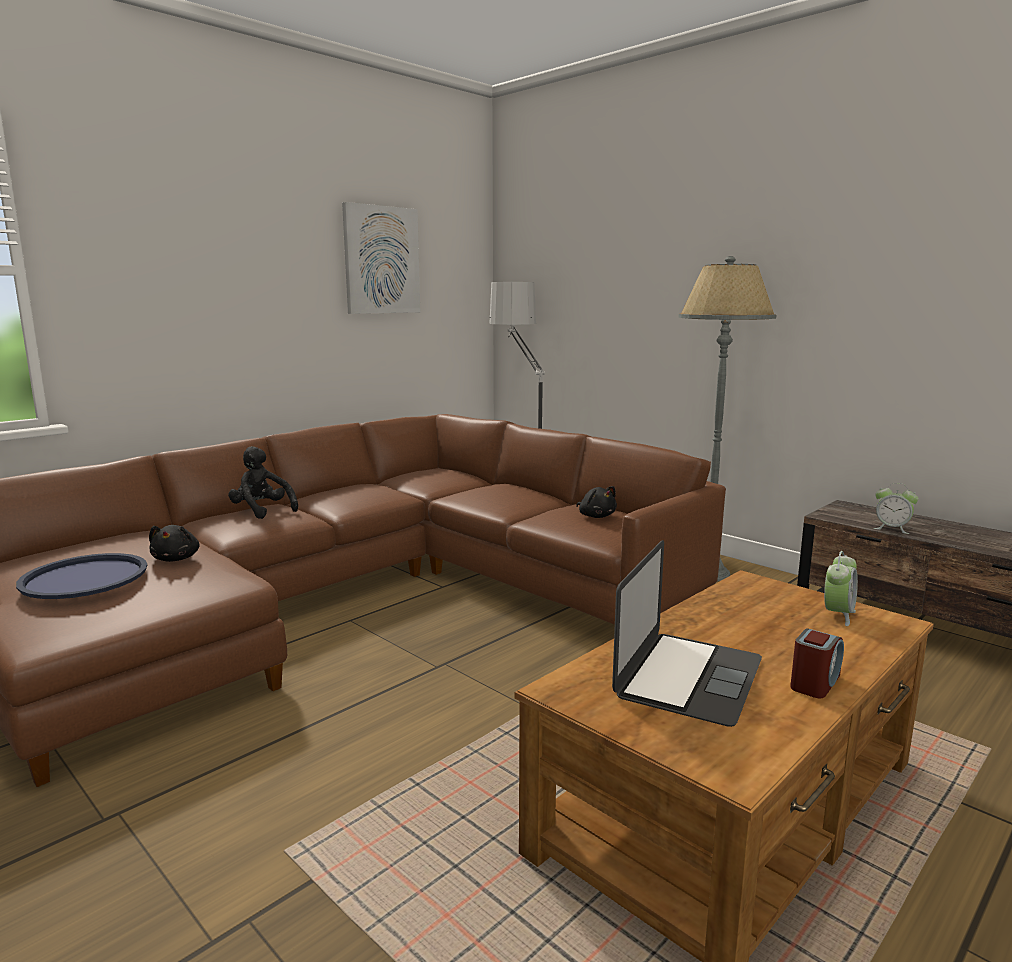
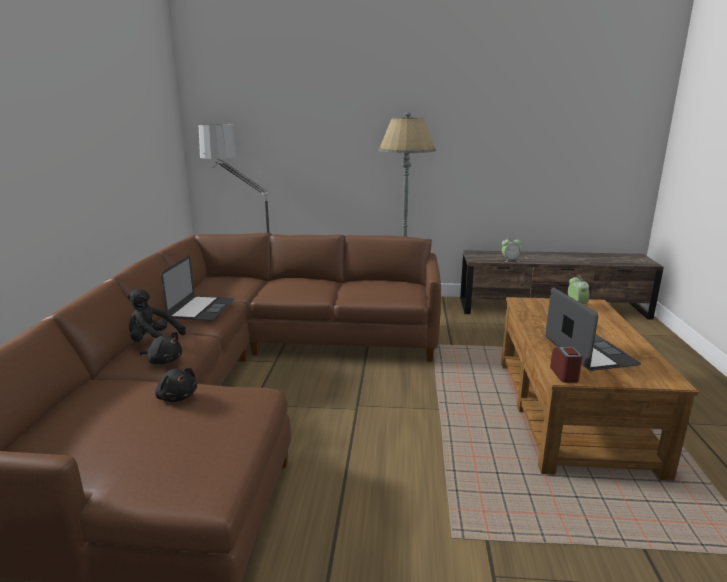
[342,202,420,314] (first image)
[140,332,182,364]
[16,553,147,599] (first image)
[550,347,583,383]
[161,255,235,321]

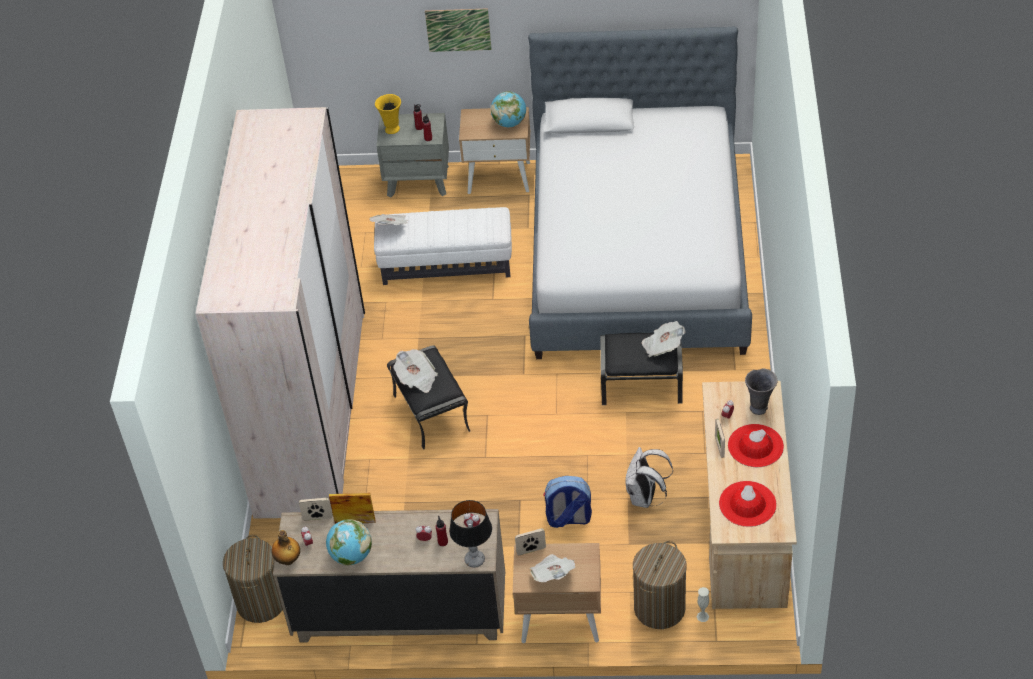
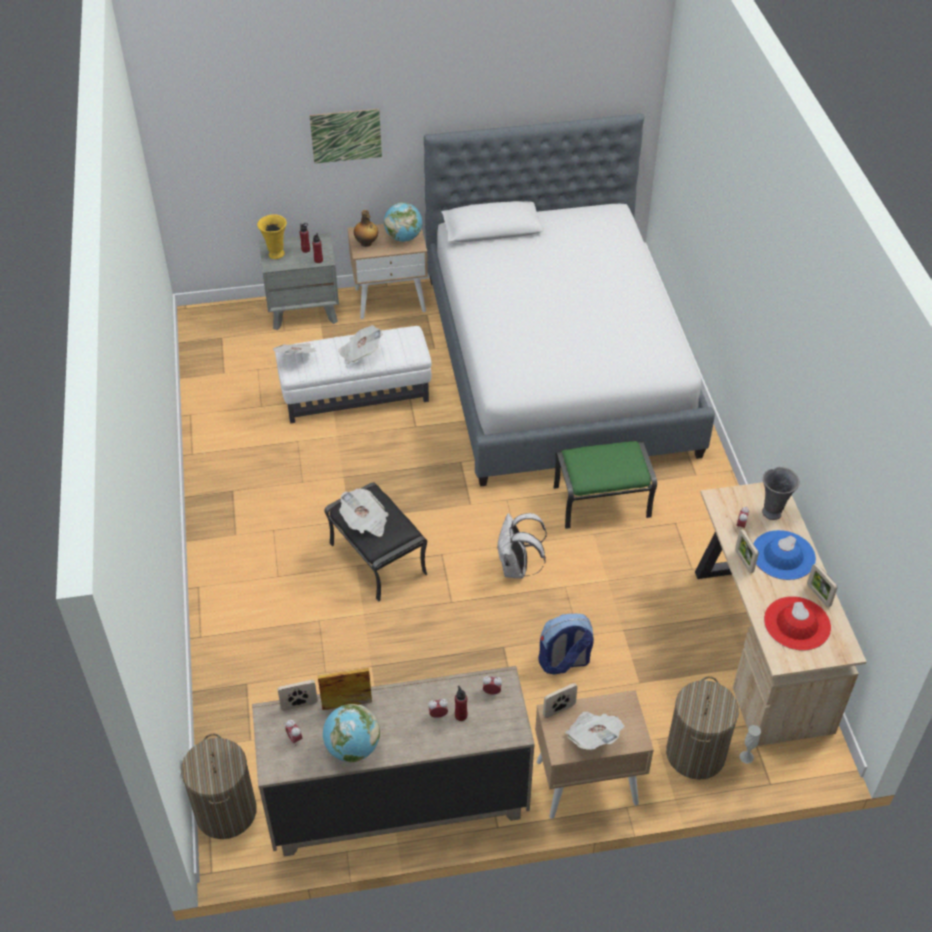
[195,107,365,519] (first image)
[338,325,383,364]
[553,441,657,529]
[753,530,816,580]
[496,513,547,579]
[449,500,492,568] (first image)
[354,210,378,247]
[807,563,838,607]

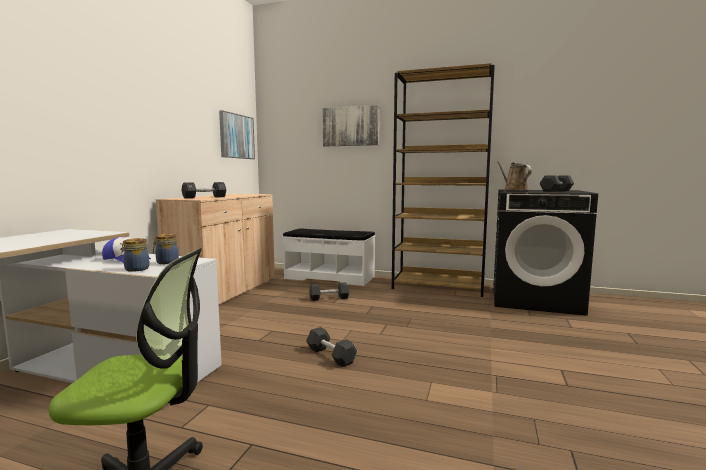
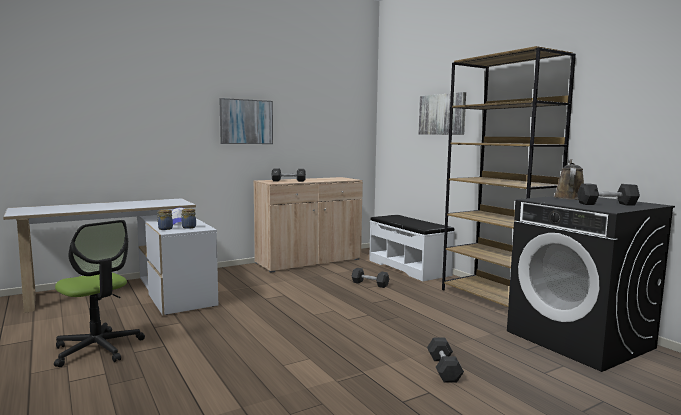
[219,98,273,144]
[427,338,464,383]

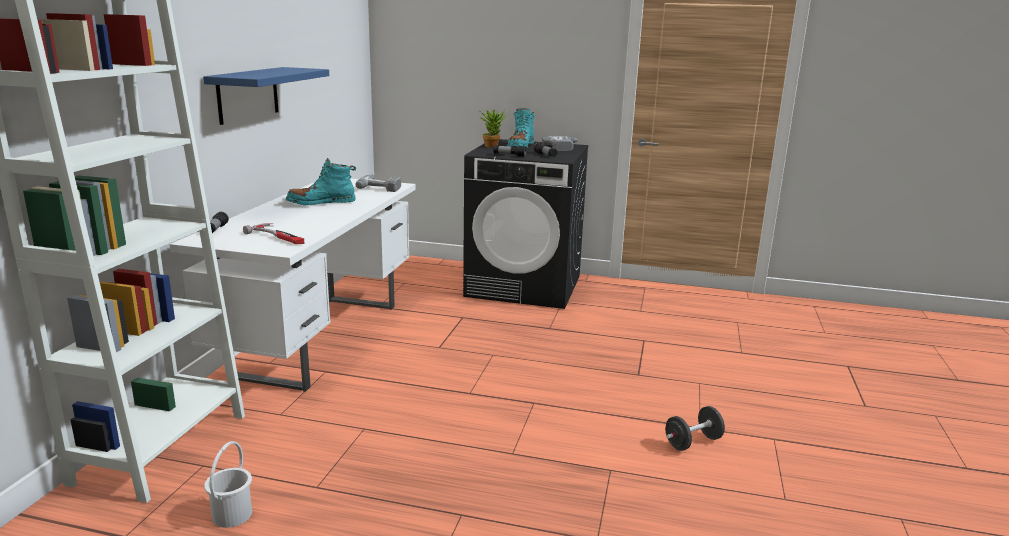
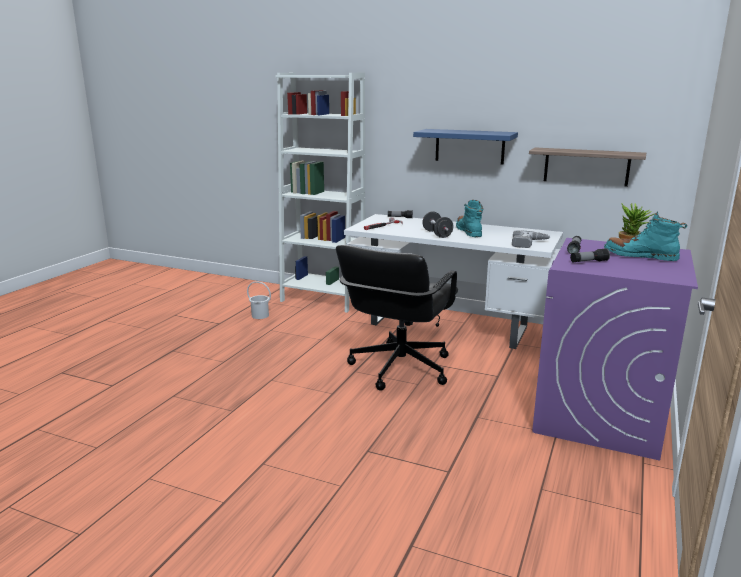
[542,136,578,151] (first image)
[532,238,698,461]
[422,211,454,238]
[529,147,646,187]
[336,245,458,391]

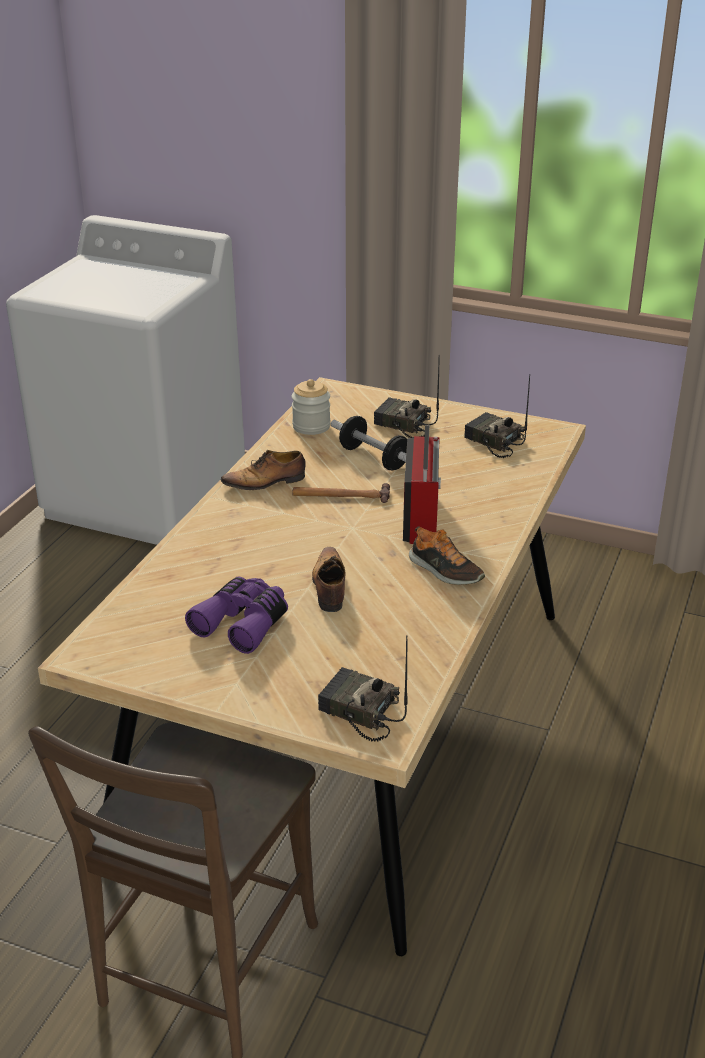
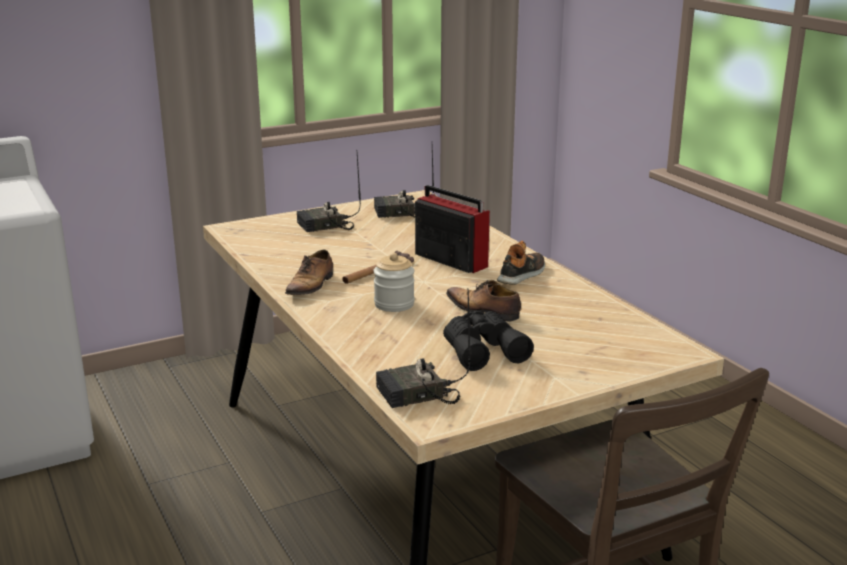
[373,253,415,312]
[331,416,407,471] (first image)
[497,240,545,285]
[443,311,534,371]
[376,288,471,408]

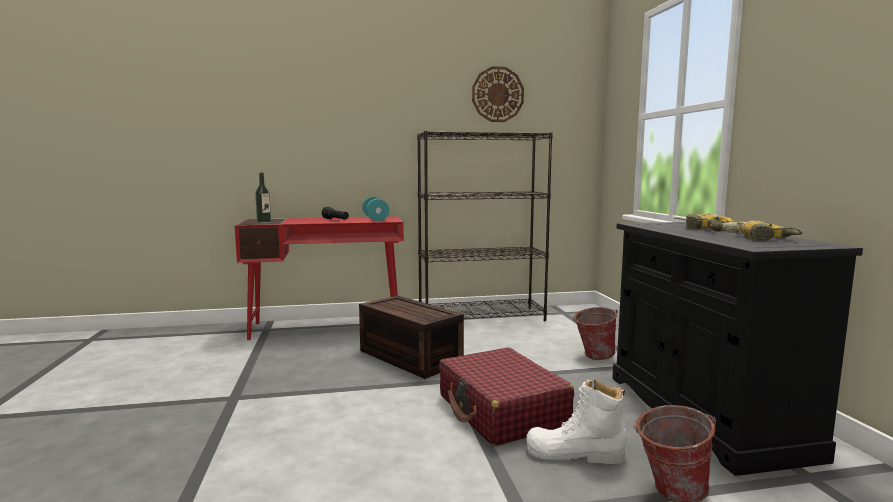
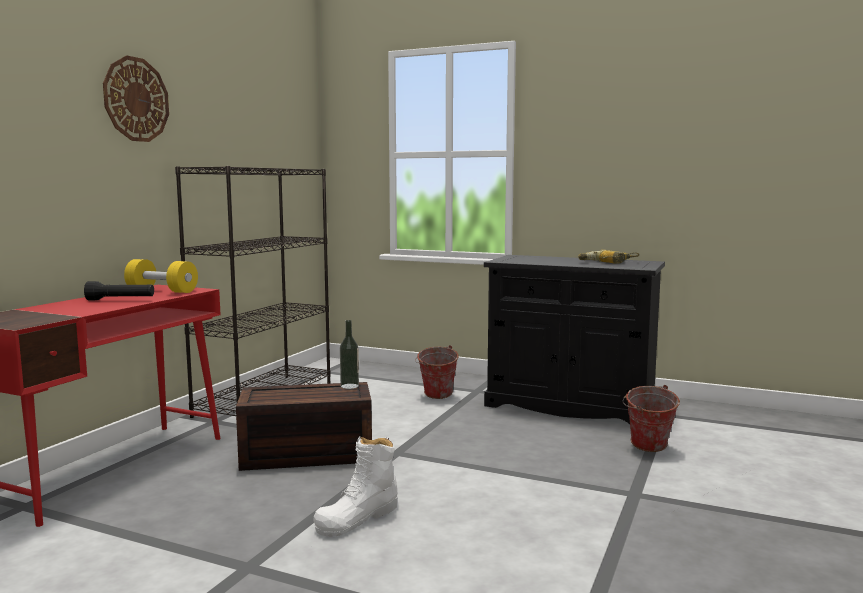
[103,55,169,142]
[340,320,359,389]
[124,259,198,293]
[674,213,735,229] (first image)
[439,347,574,446] (first image)
[313,437,397,537]

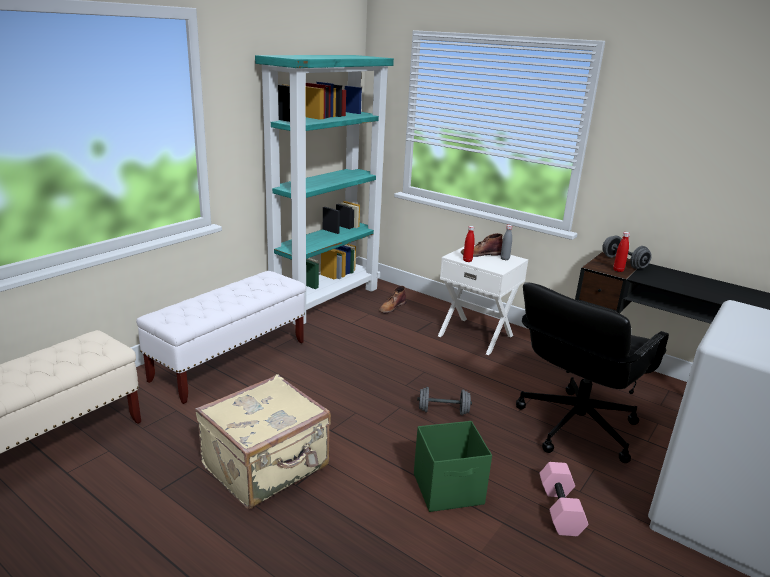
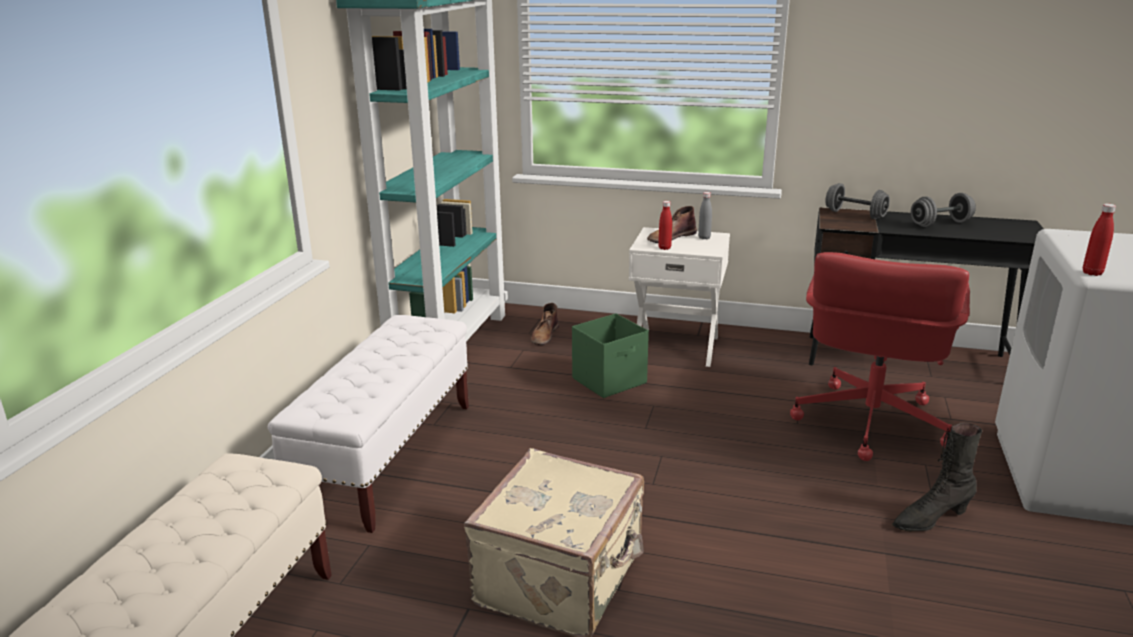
[1083,204,1116,276]
[790,252,970,461]
[911,193,976,227]
[572,313,649,398]
[892,423,982,531]

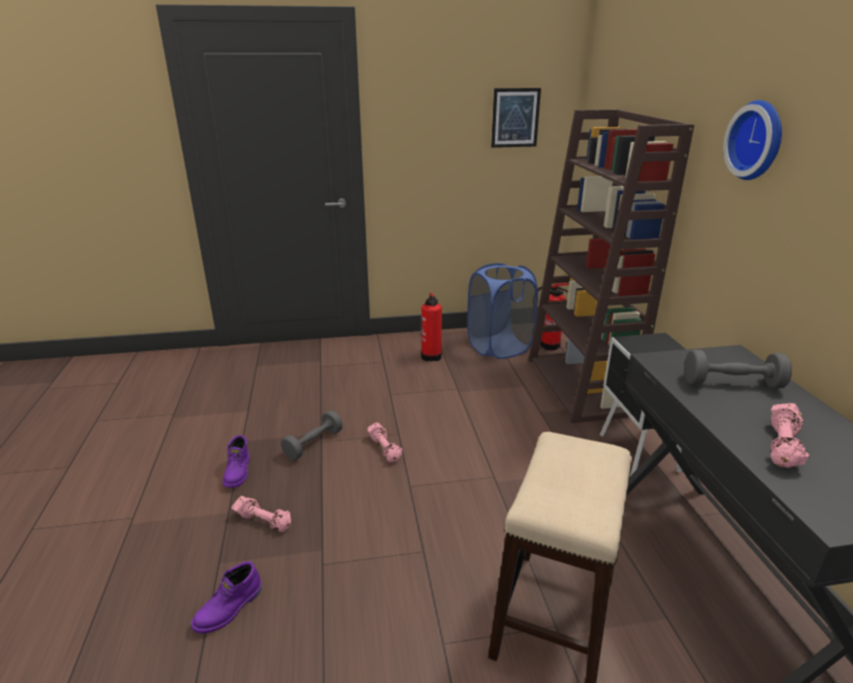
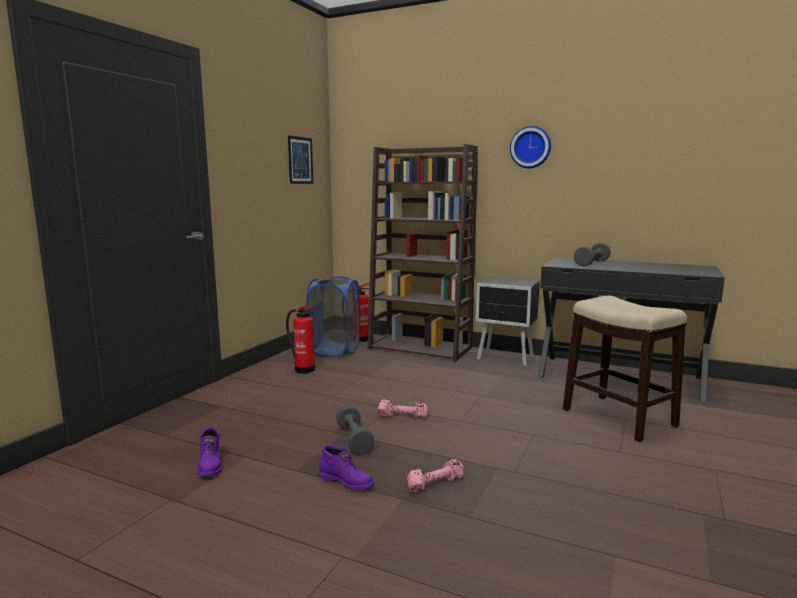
[770,403,809,468] (first image)
[197,427,222,476]

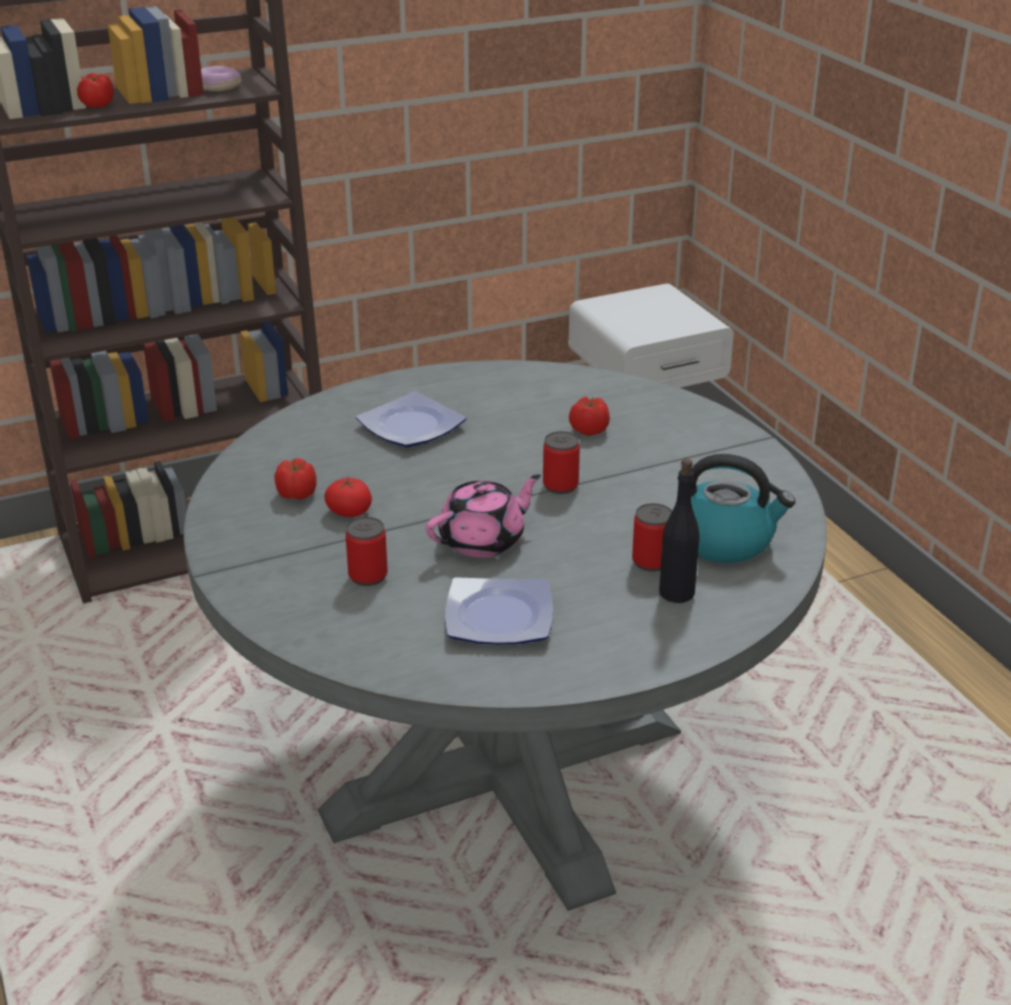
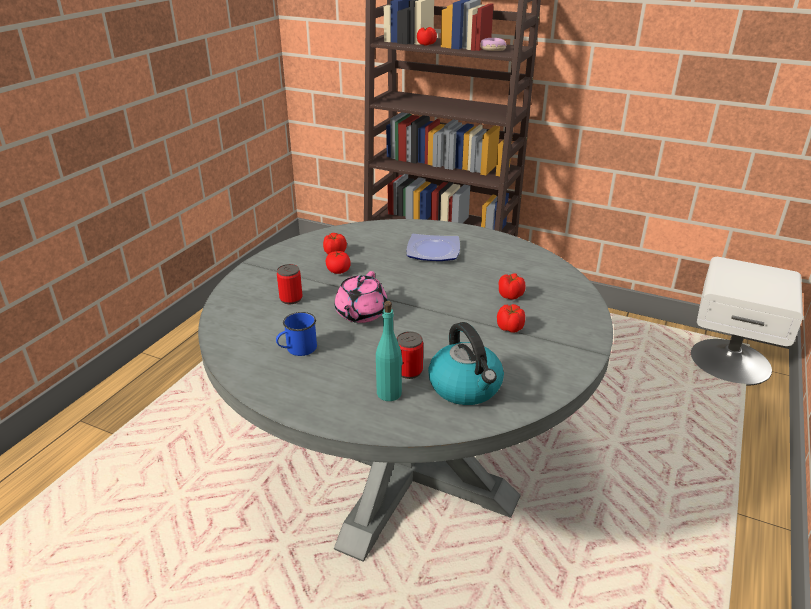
[543,431,580,494] (first image)
[376,301,403,401]
[335,271,388,323]
[276,312,317,356]
[497,304,525,333]

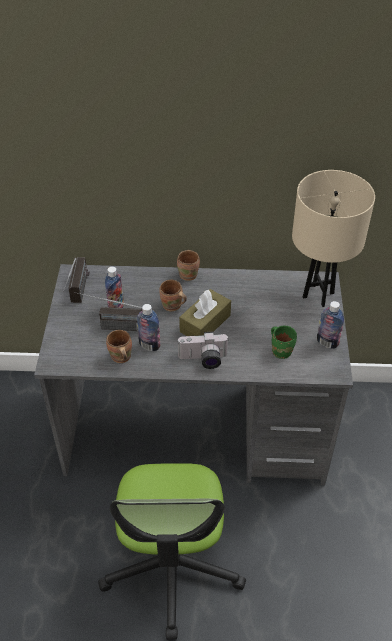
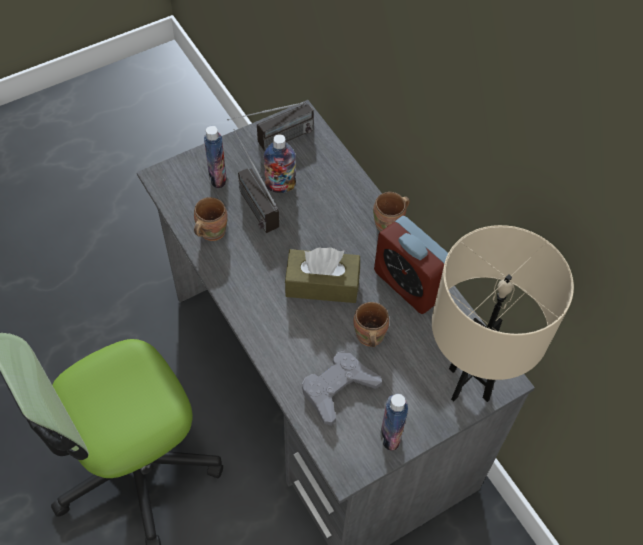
[353,302,389,347]
[204,126,226,188]
[302,351,382,426]
[177,332,229,369] (first image)
[374,216,448,314]

